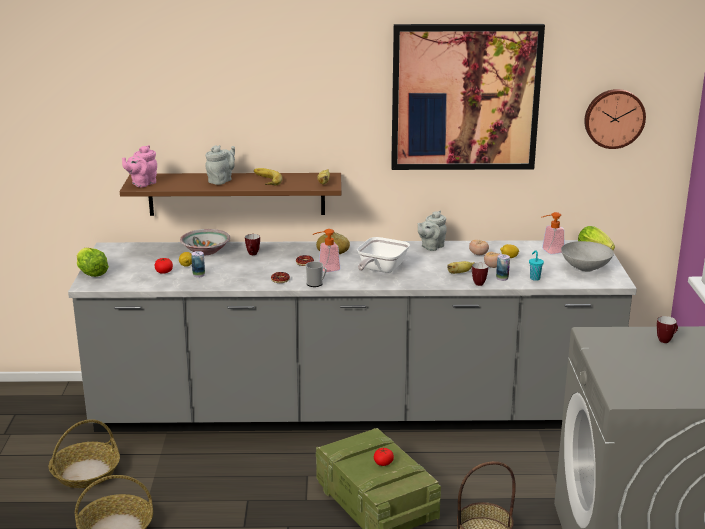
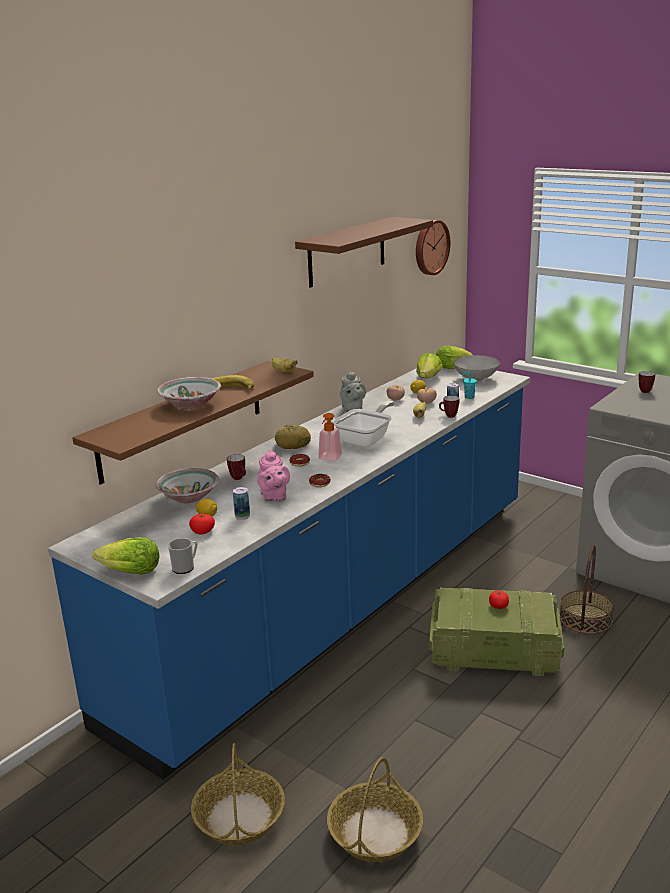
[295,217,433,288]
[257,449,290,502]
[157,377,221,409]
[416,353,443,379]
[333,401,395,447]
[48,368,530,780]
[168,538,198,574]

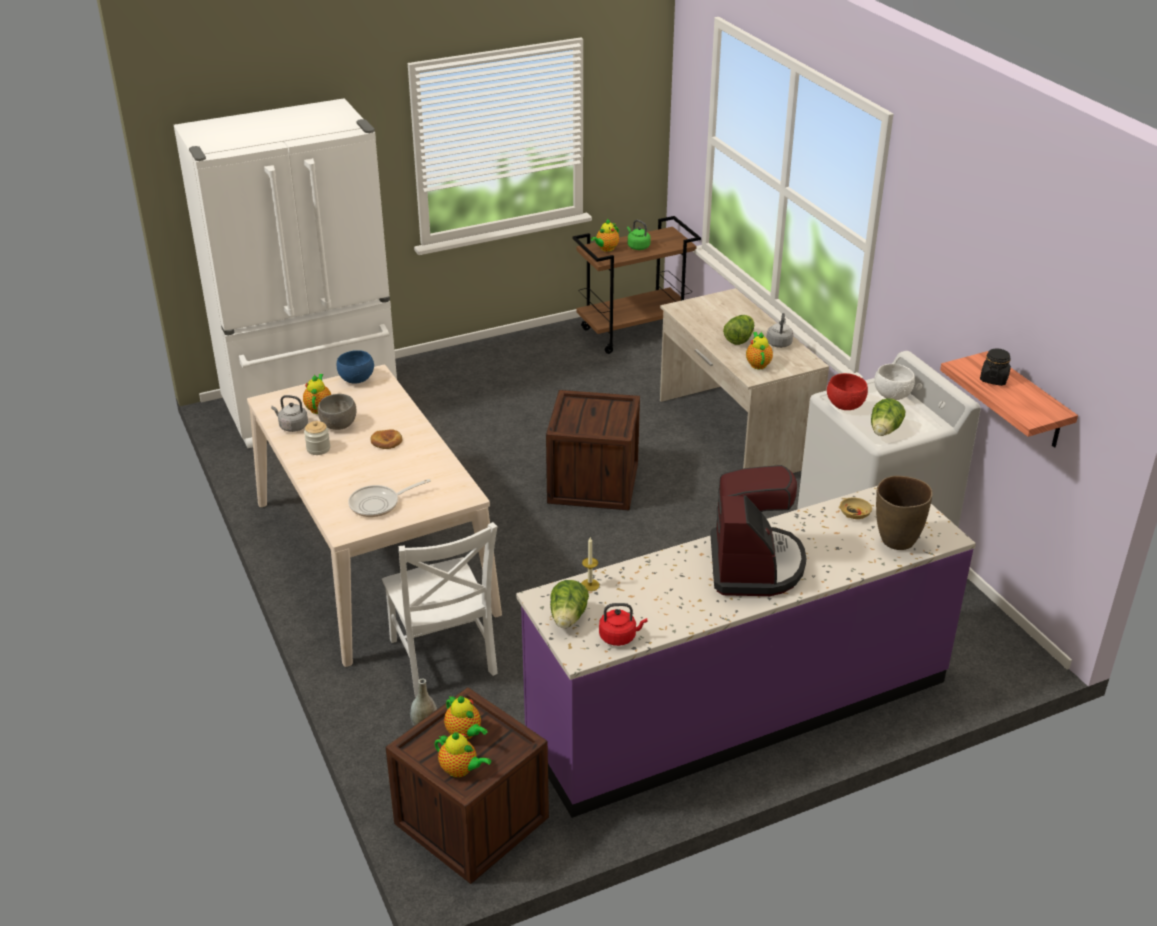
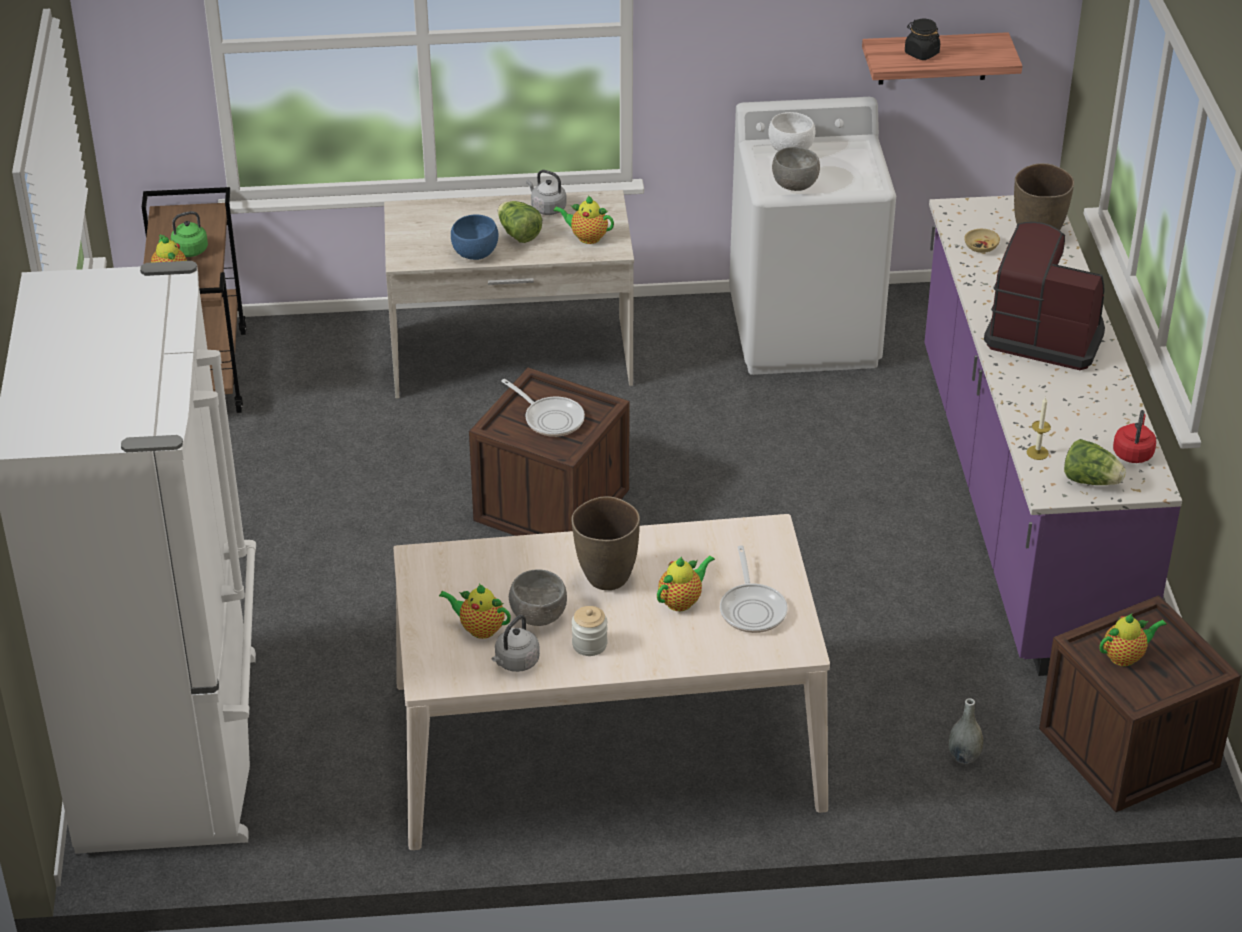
[451,215,499,260]
[772,147,820,191]
[871,398,905,436] (first image)
[571,496,640,590]
[382,522,498,698] (first image)
[657,556,715,611]
[501,379,585,437]

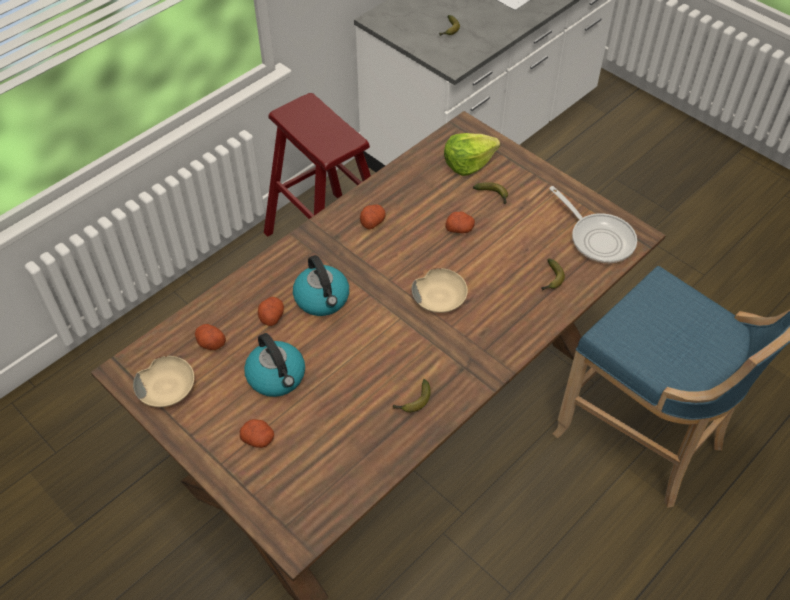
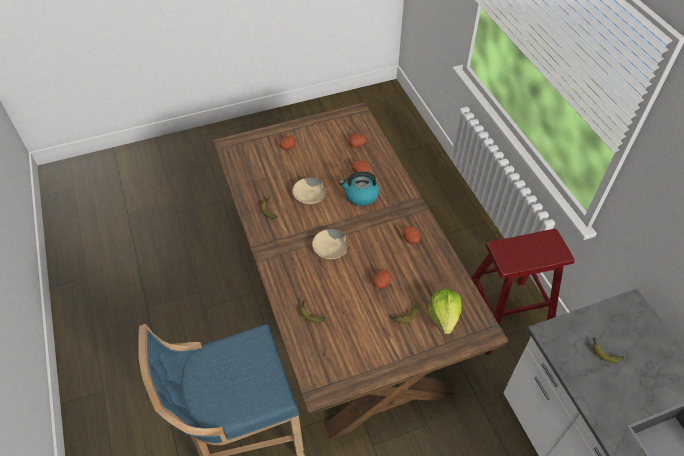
[549,186,637,263] (first image)
[244,333,305,397] (first image)
[293,178,327,204]

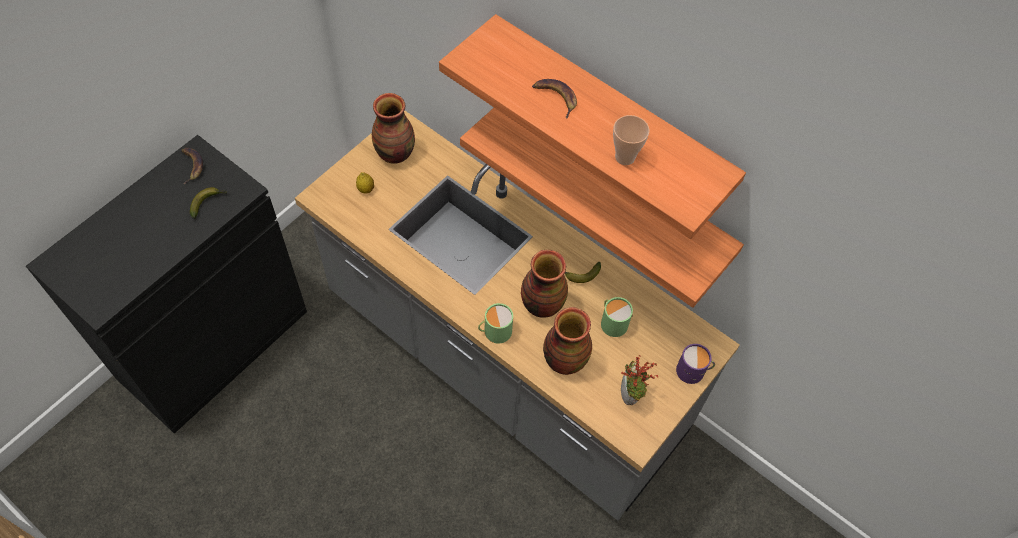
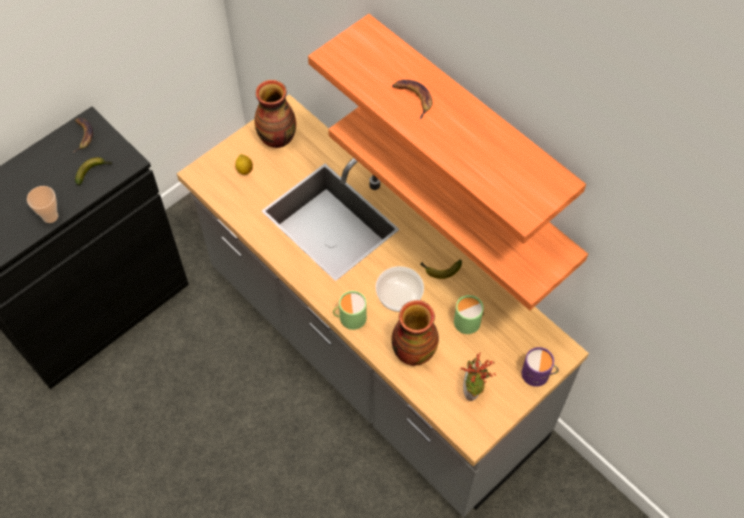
[27,186,58,223]
[375,266,424,312]

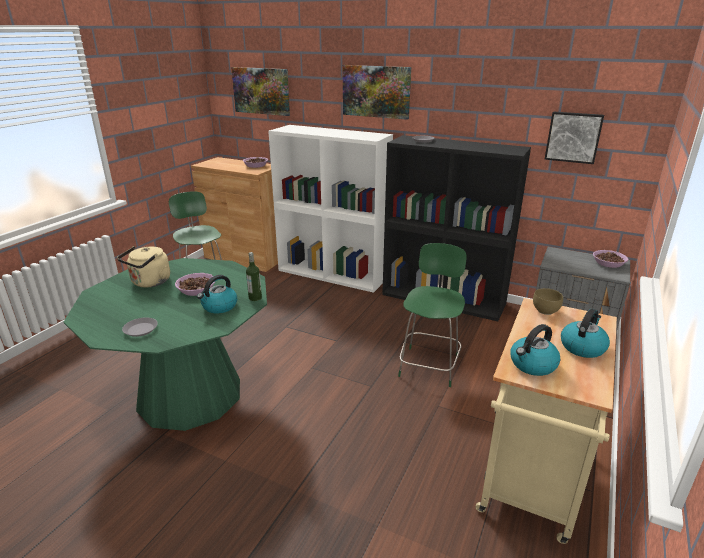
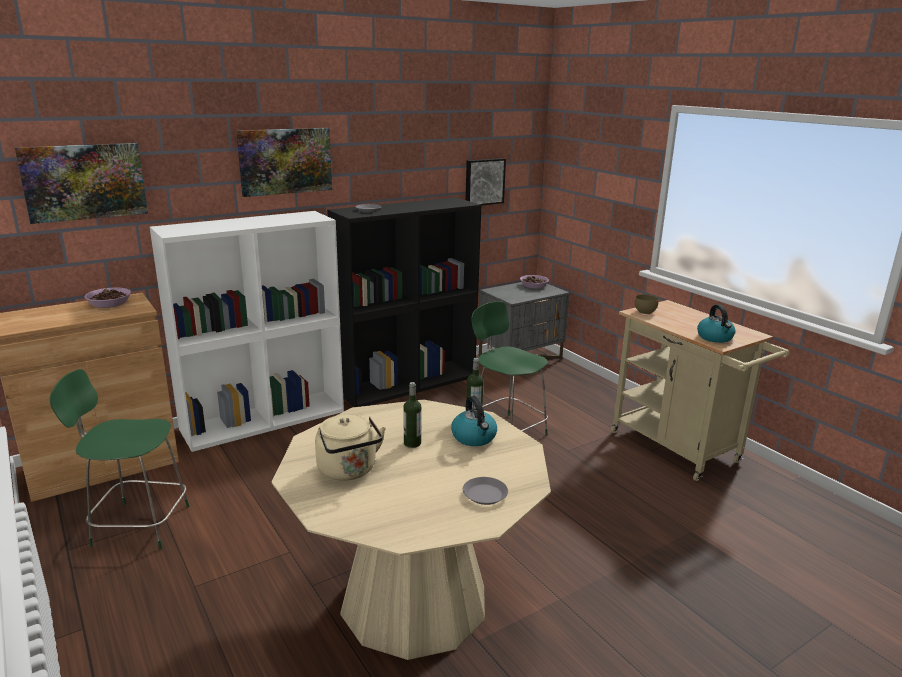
[272,400,551,660]
[403,382,421,448]
[561,309,610,358] (first image)

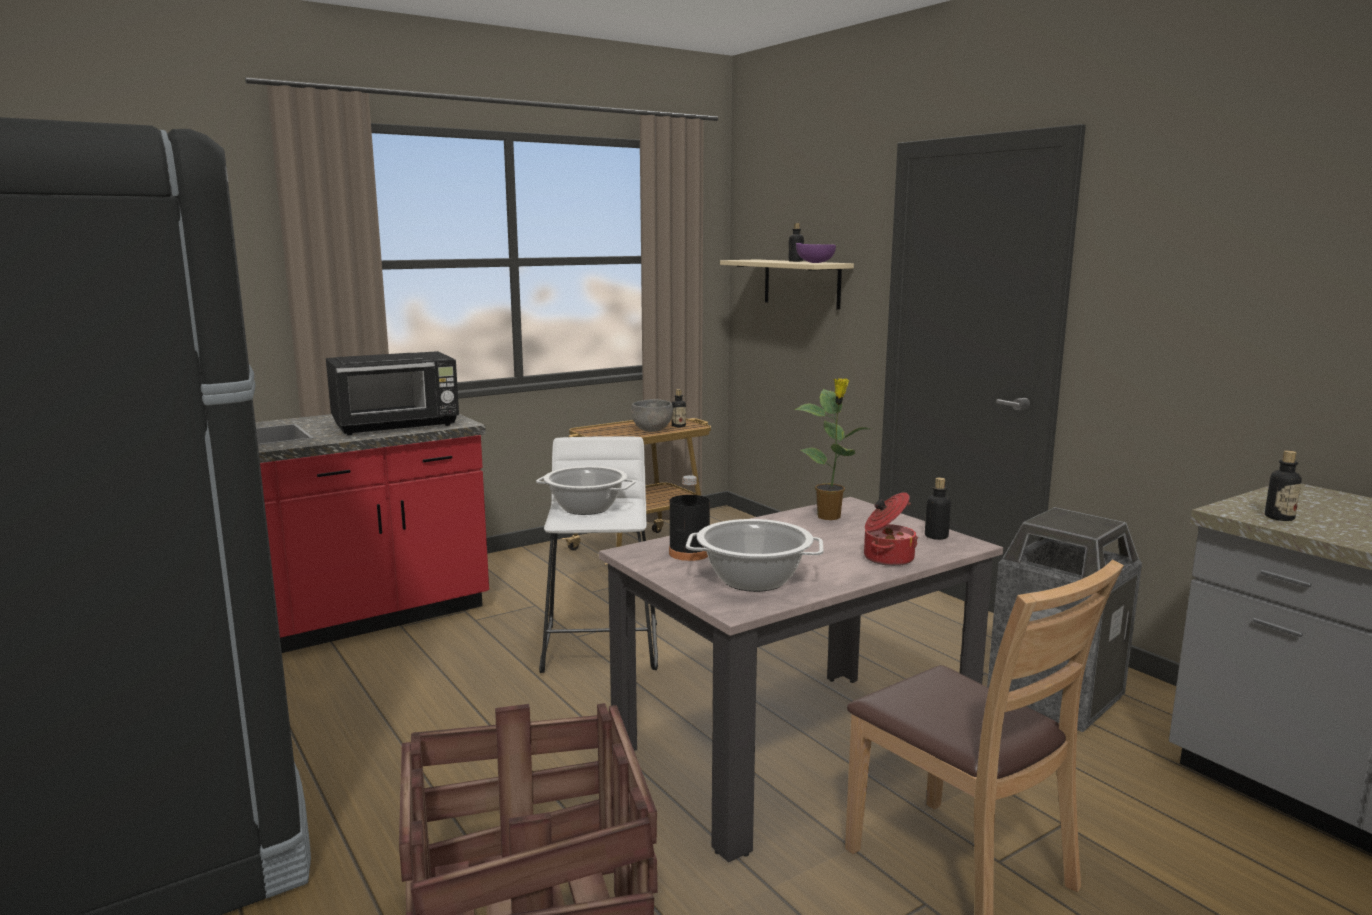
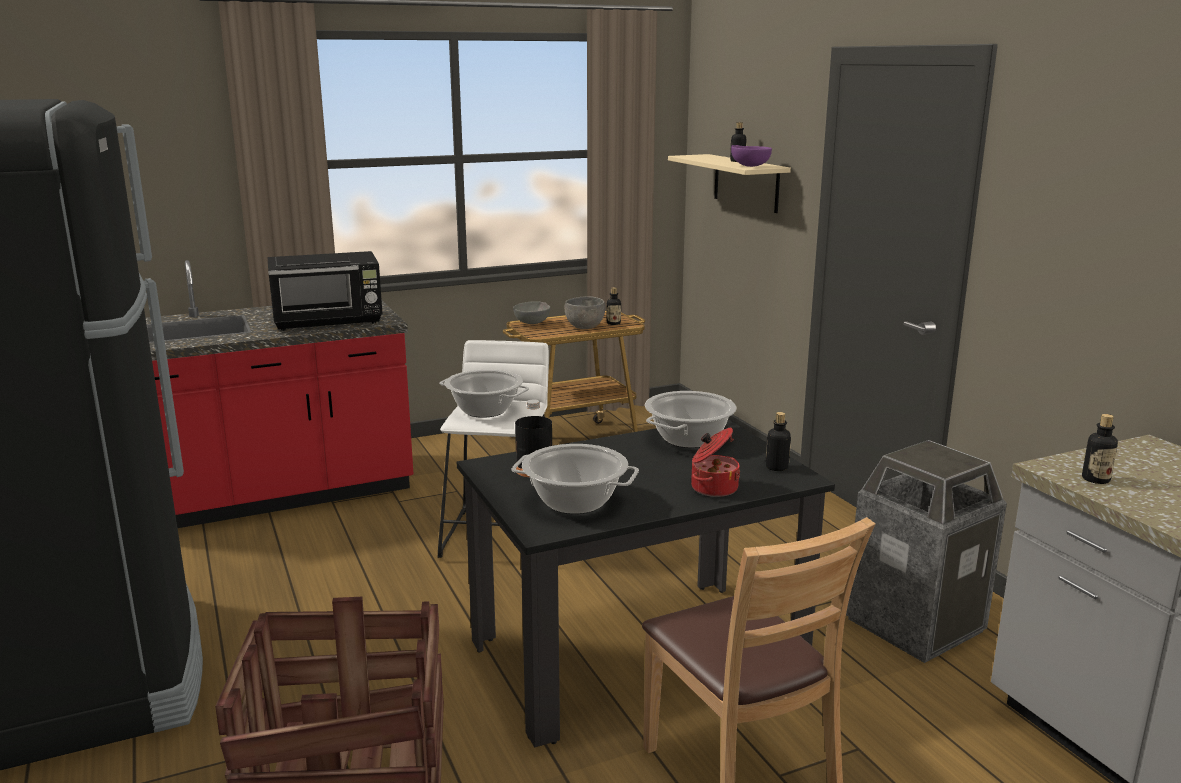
[645,391,737,448]
[457,419,835,747]
[513,301,550,324]

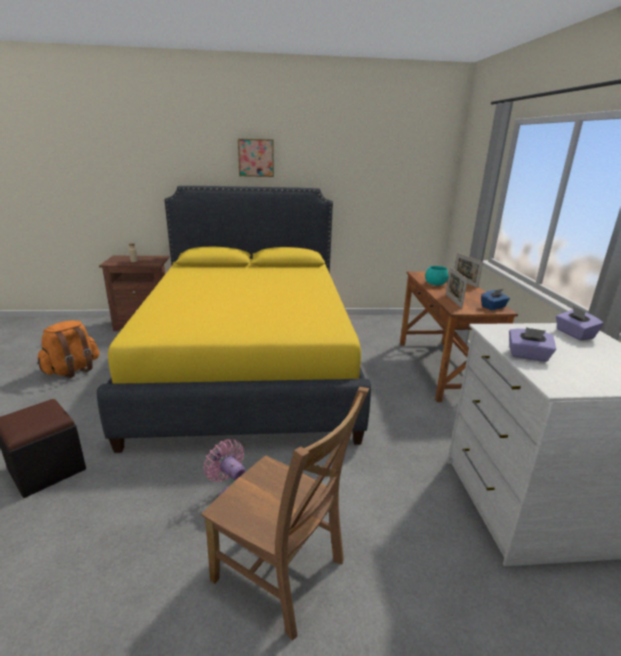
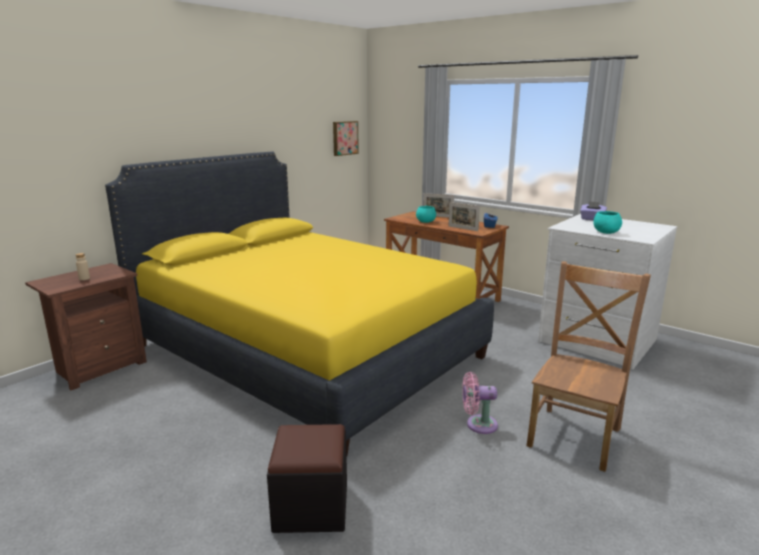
[333,121,359,156]
[37,320,99,379] (first image)
[594,211,622,234]
[526,261,651,472]

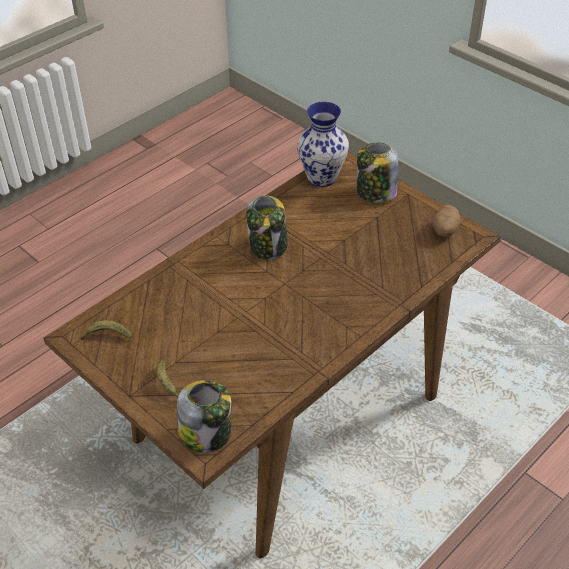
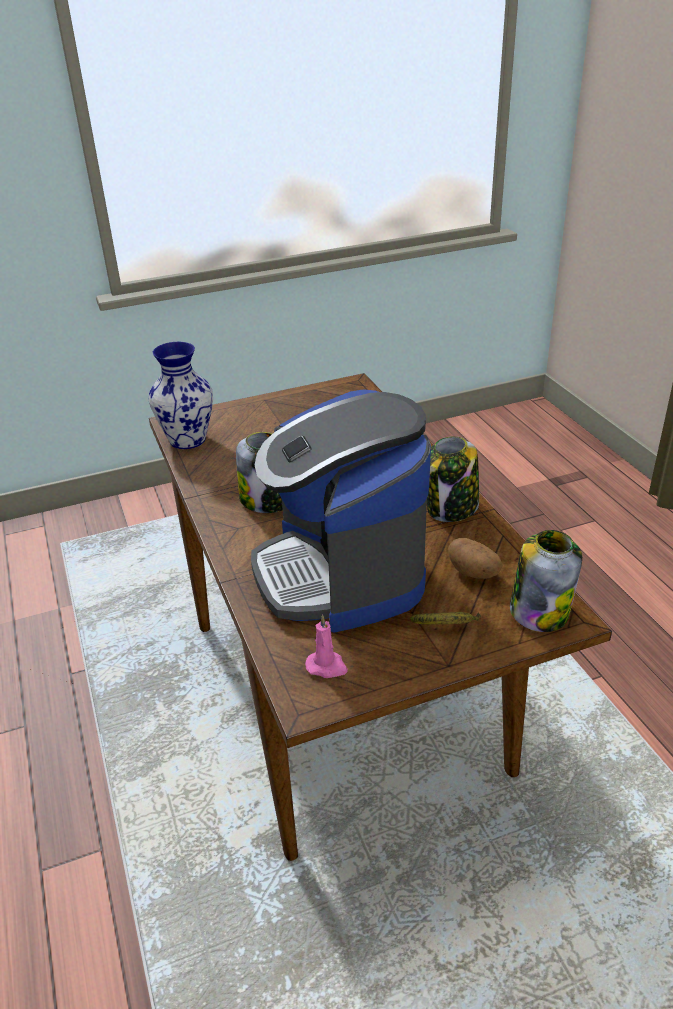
[427,436,479,522]
[448,538,503,579]
[305,614,348,678]
[251,389,431,633]

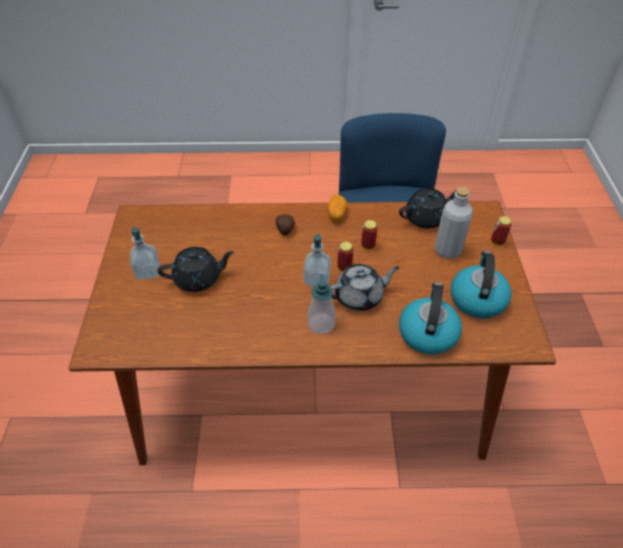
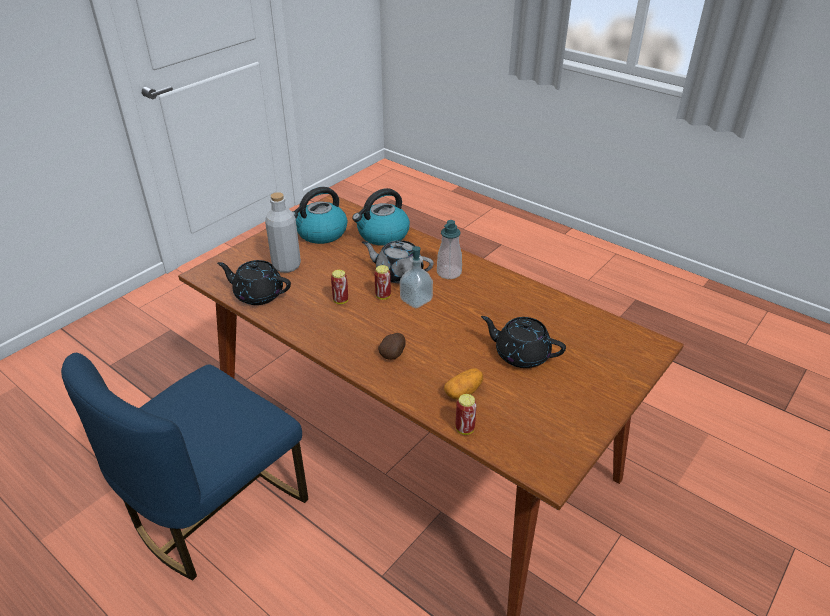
[444,369,483,399]
[456,394,477,435]
[130,227,160,280] (first image)

